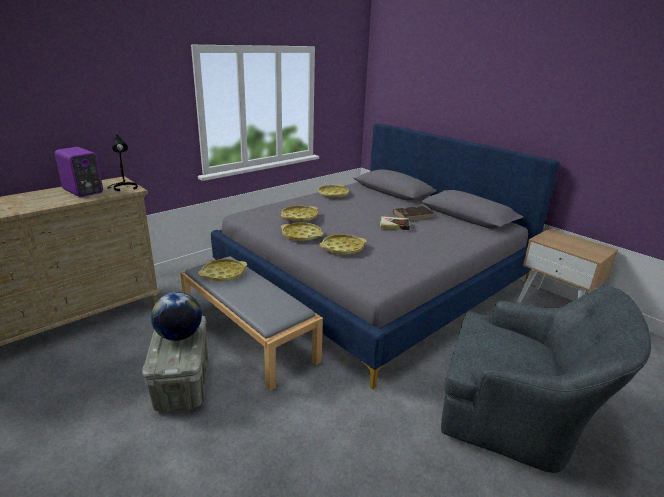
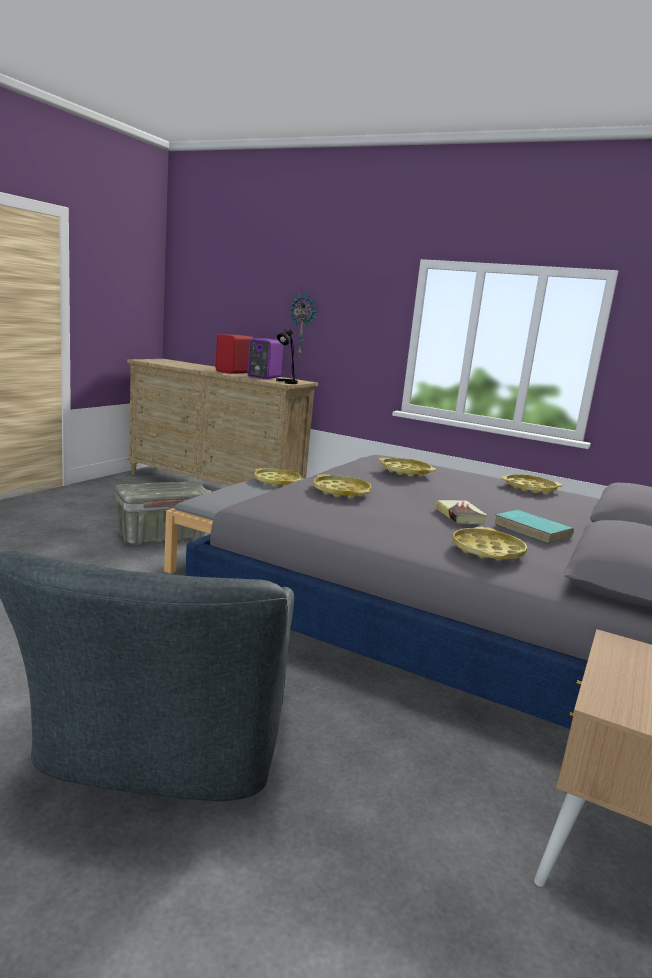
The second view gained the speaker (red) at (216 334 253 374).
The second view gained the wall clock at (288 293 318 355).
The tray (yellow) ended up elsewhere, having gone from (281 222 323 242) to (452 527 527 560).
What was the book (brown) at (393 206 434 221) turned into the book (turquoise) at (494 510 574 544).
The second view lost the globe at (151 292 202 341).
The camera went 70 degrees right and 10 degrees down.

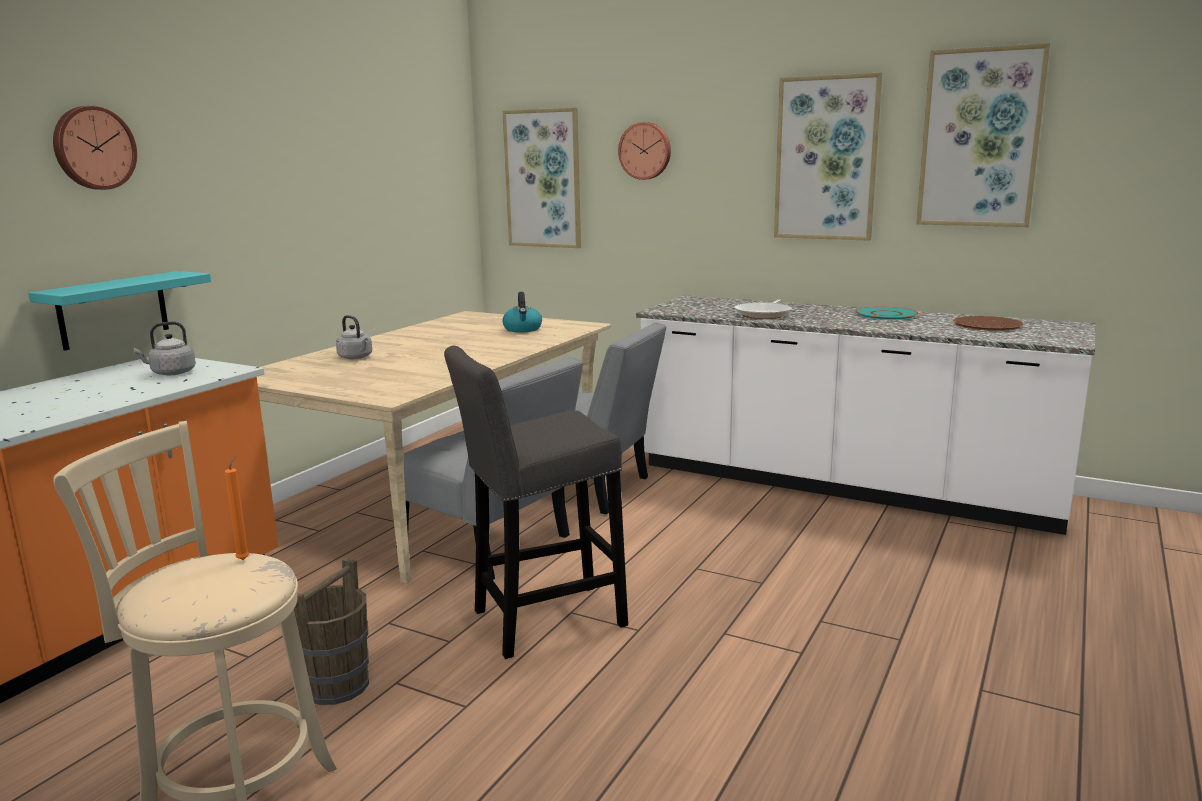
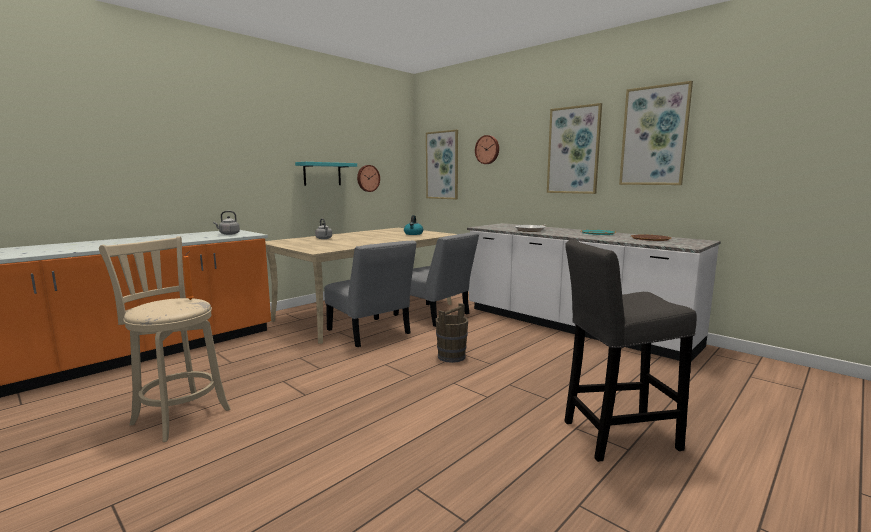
The shelf (turquoise) ended up elsewhere, having gone from (28 271 211 351) to (295 162 357 186).
The wall clock ended up elsewhere, having gone from (53 106 137 190) to (357 165 380 192).
The bucket (brown) ended up elsewhere, having gone from (294 558 369 705) to (436 303 468 363).
The stool (grey) ended up elsewhere, having gone from (444 346 628 659) to (564 240 697 462).
The camera went 15 degrees right and 5 degrees down.

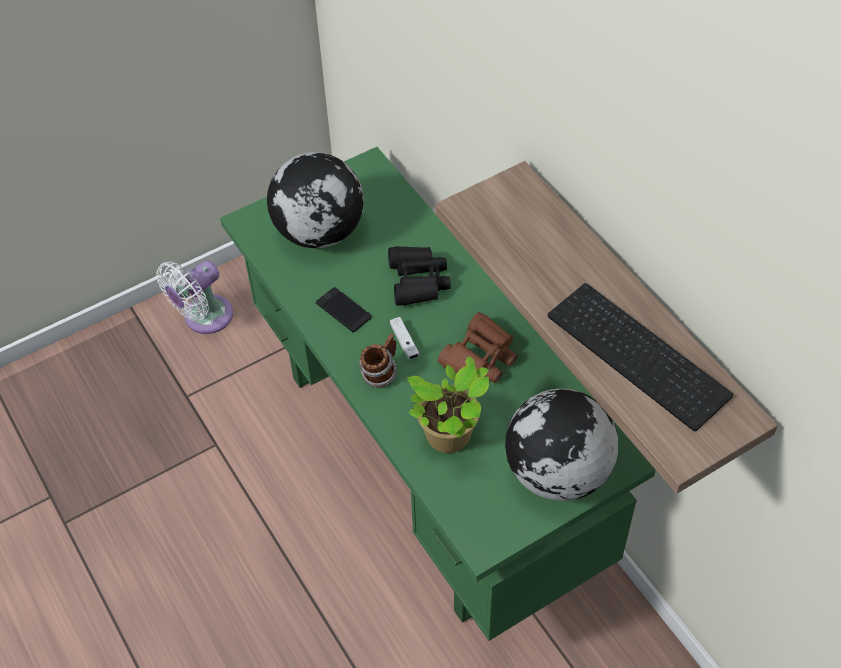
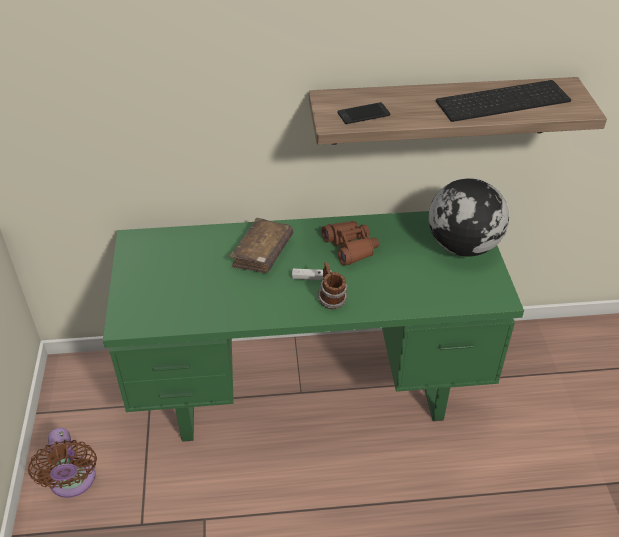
What was the fan (white) at (156 261 233 334) turned into the fan (brown) at (28 428 97 498).
Where the binoculars (black) stood at (388 246 451 306), the book (brown) came to stand at (229 218 293 273).
The phone ended up elsewhere, having gone from (316 287 372 332) to (338 102 390 124).
The second view lost the globe at (267 152 364 248).
The second view lost the potted plant at (407 356 489 453).
The camera went 65 degrees left and 10 degrees down.

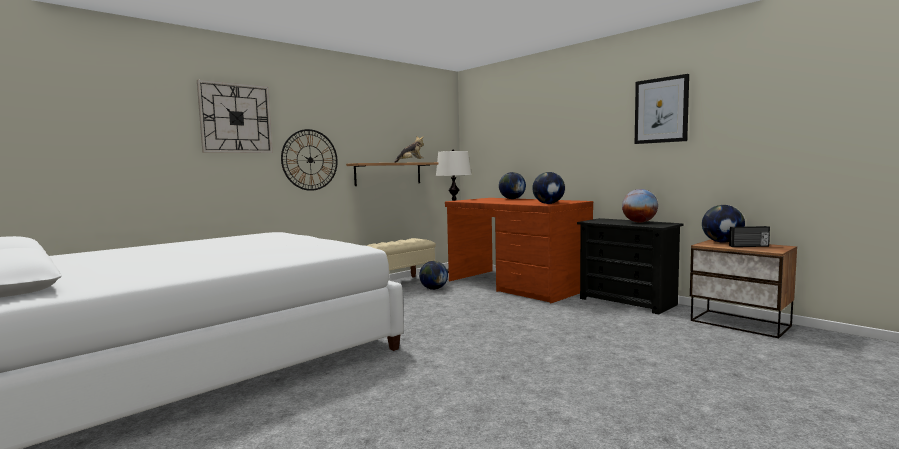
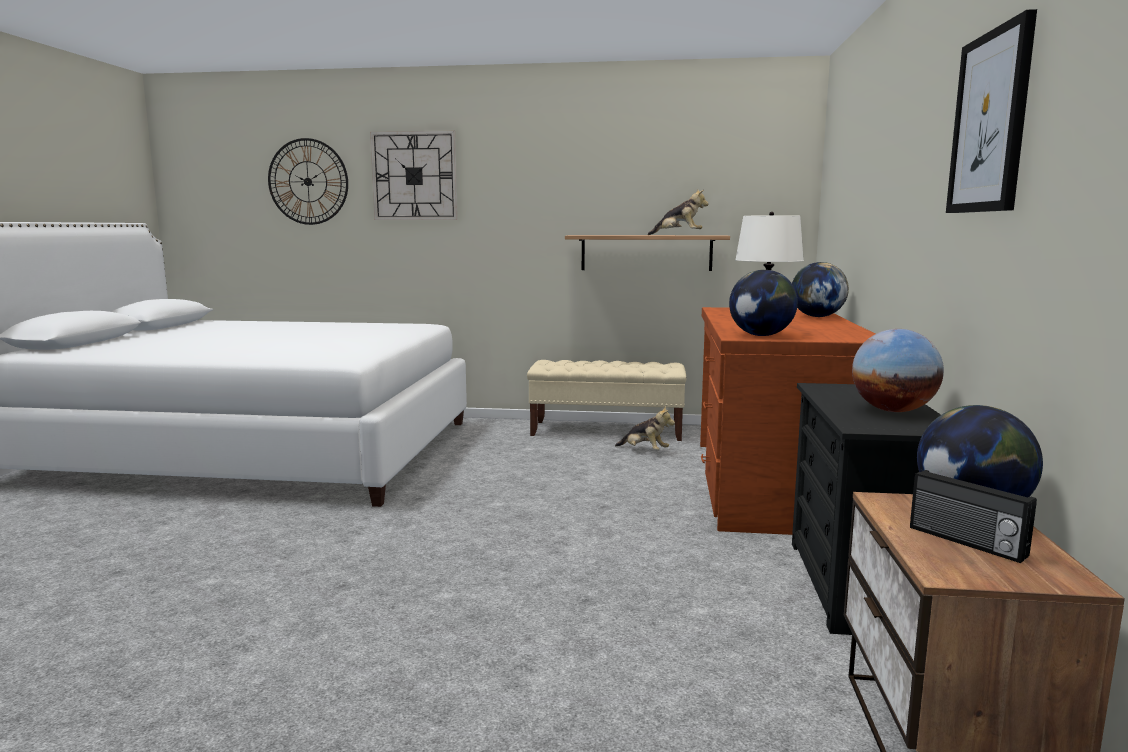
The wall clock ended up elsewhere, having gone from (281 129 338 191) to (268 138 348 225).
Where the globe stood at (419 261 448 290), the plush toy came to stand at (615 406 675 450).
The camera went 50 degrees right and 5 degrees up.

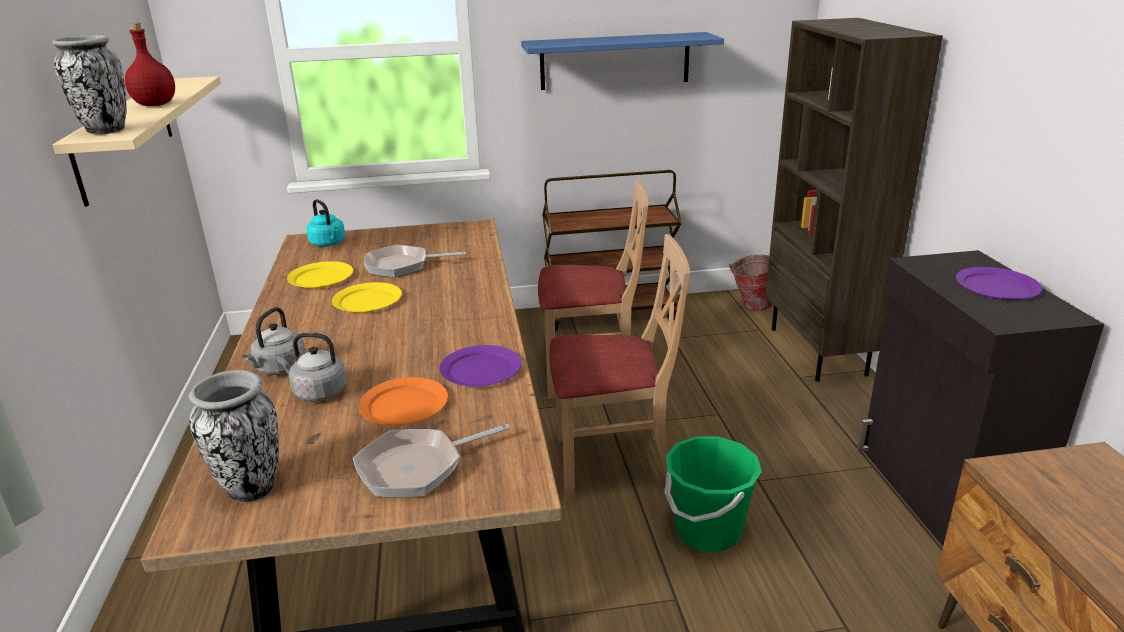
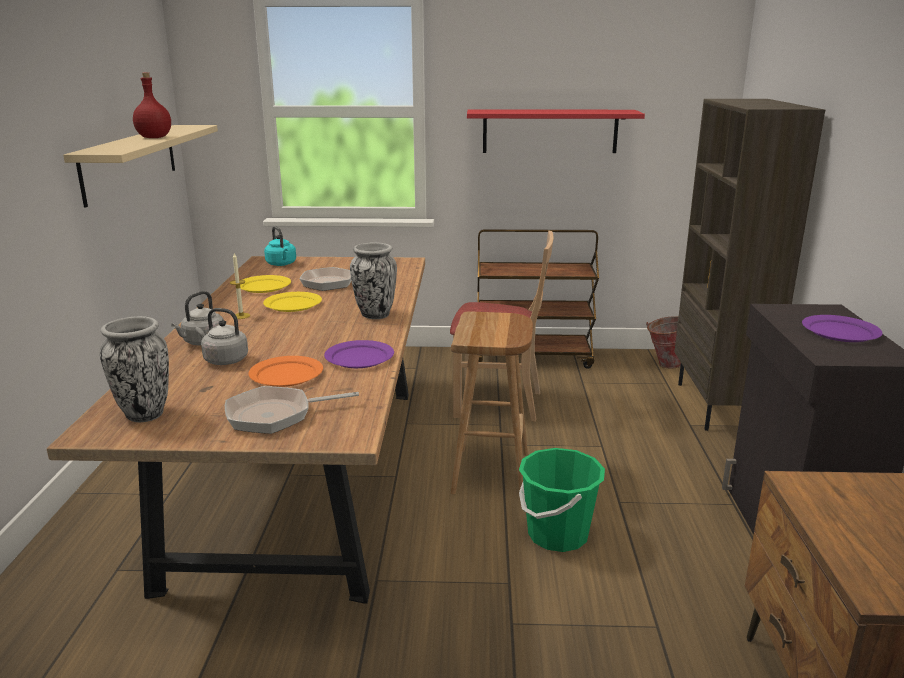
The second view gained the candle at (230 253 250 319).
The vase ended up elsewhere, having gone from (52 35 127 134) to (350 242 397 319).
Where the chair (beige) stood at (550 234 691 501), the stool (brown) came to stand at (451 311 533 495).
What was the shelf (blue) at (521 32 724 90) turned into the shelf (red) at (467 109 645 153).
The camera went 10 degrees right and 5 degrees down.

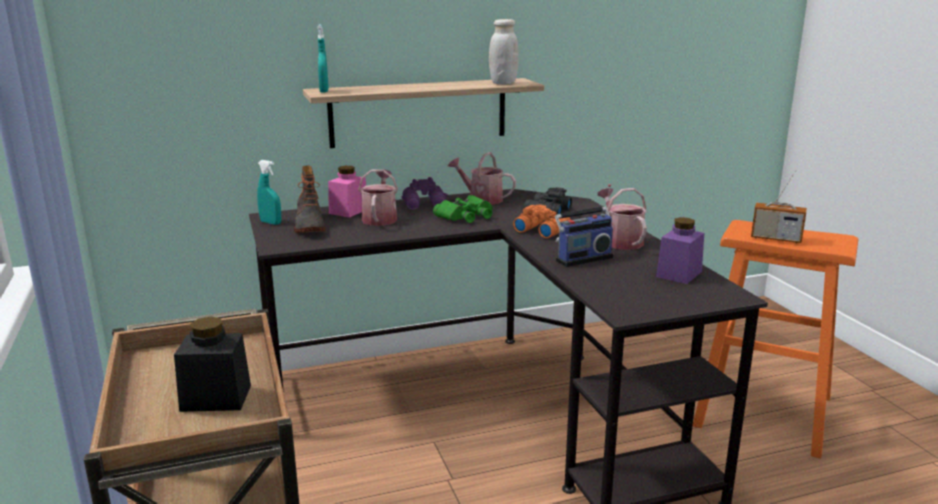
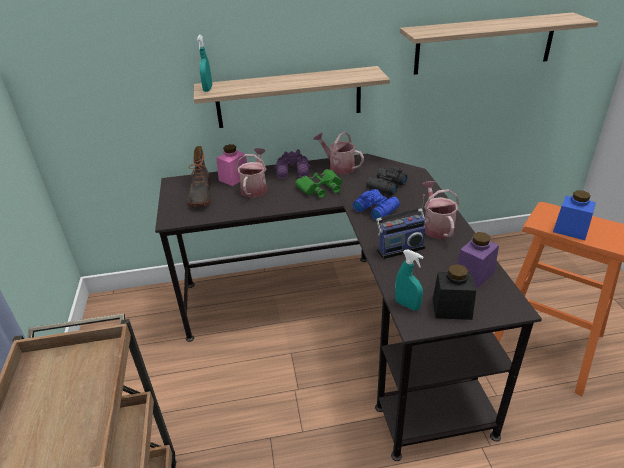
What was the binoculars (orange) at (513 205 571 238) turned into the binoculars (blue) at (353 189 400 220).
The spray bottle (turquoise) ended up elsewhere, having gone from (257 160 281 225) to (395 249 424 311).
The second view gained the shelf at (400 12 598 75).
The jar (black) ended up elsewhere, having gone from (174 316 251 412) to (433 264 476 320).
Where the radio stood at (751 170 807 243), the jar (blue) came to stand at (553 190 596 240).
The second view lost the jar (white) at (489 19 519 85).
The camera went 10 degrees right and 15 degrees up.

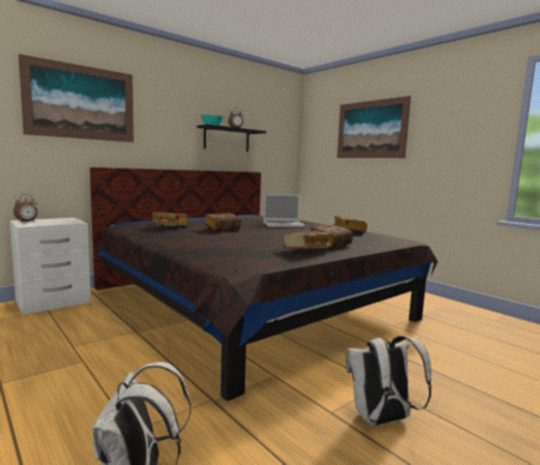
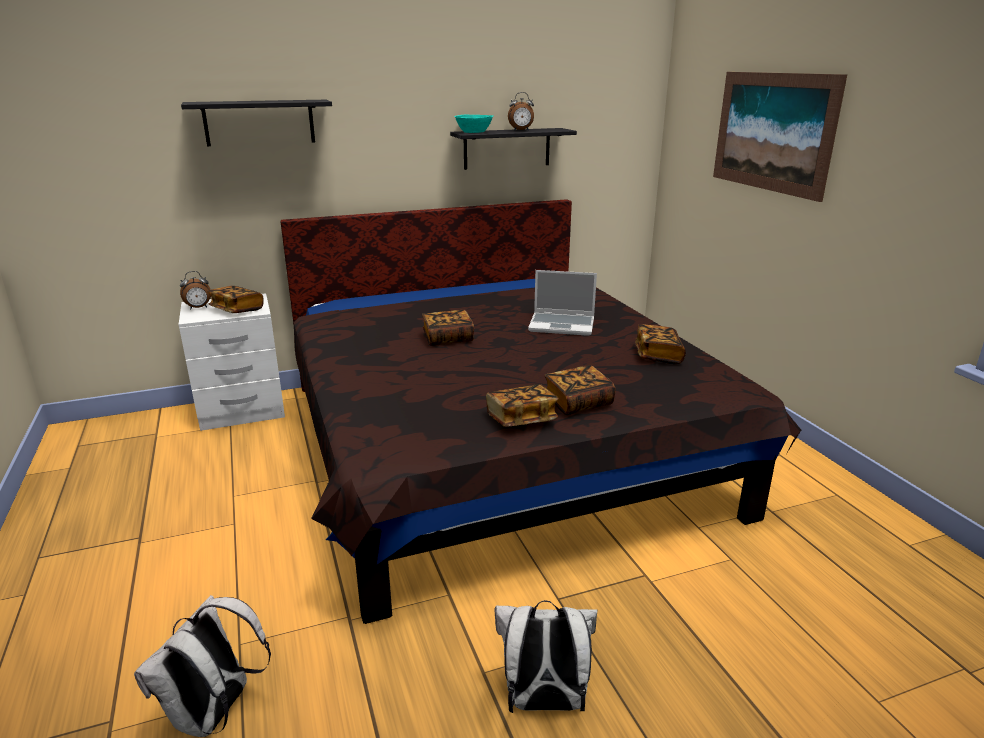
Where the picture hung at (18 54 134 142), the shelf (black) came to hang at (181 100 332 146).
The book ended up elsewhere, having gone from (151 212 188 227) to (208 286 264 313).
The camera went 20 degrees right and 15 degrees up.

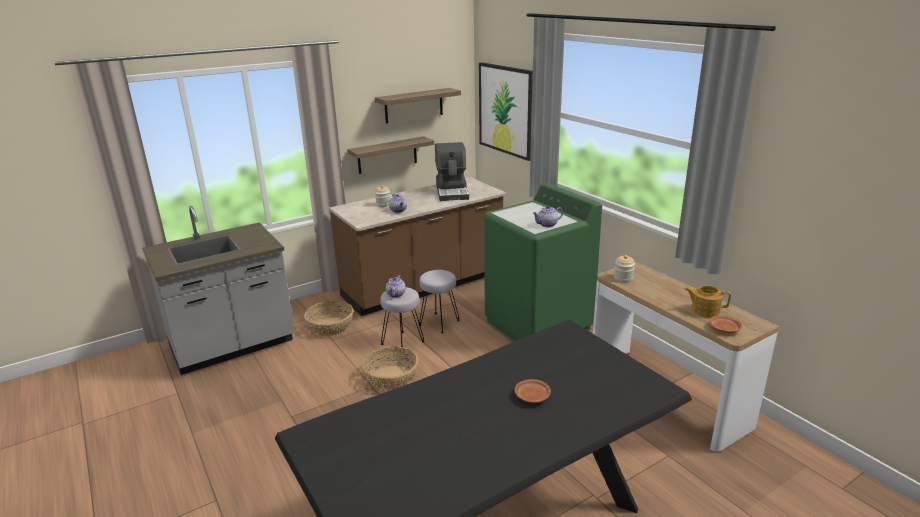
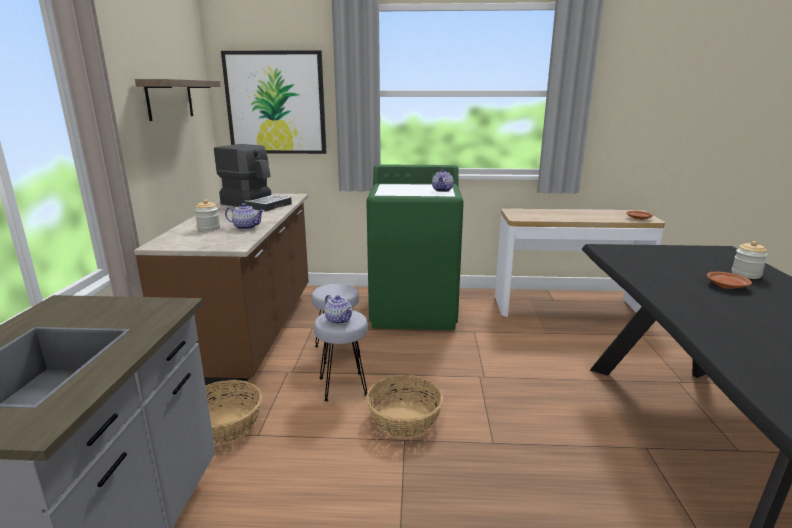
The jar ended up elsewhere, having gone from (614 255 635 283) to (731 241 768 279).
The second view lost the shelf at (347 136 434 174).
The second view lost the teapot at (685 285 731 318).
The camera went 55 degrees left and 5 degrees down.

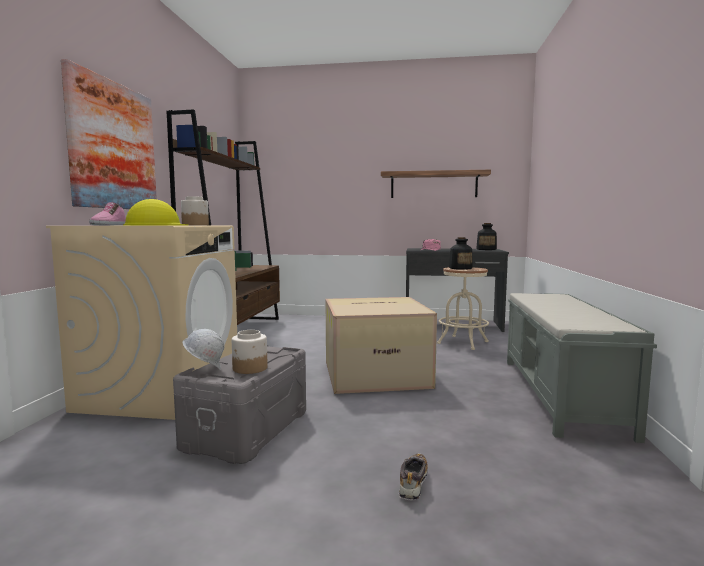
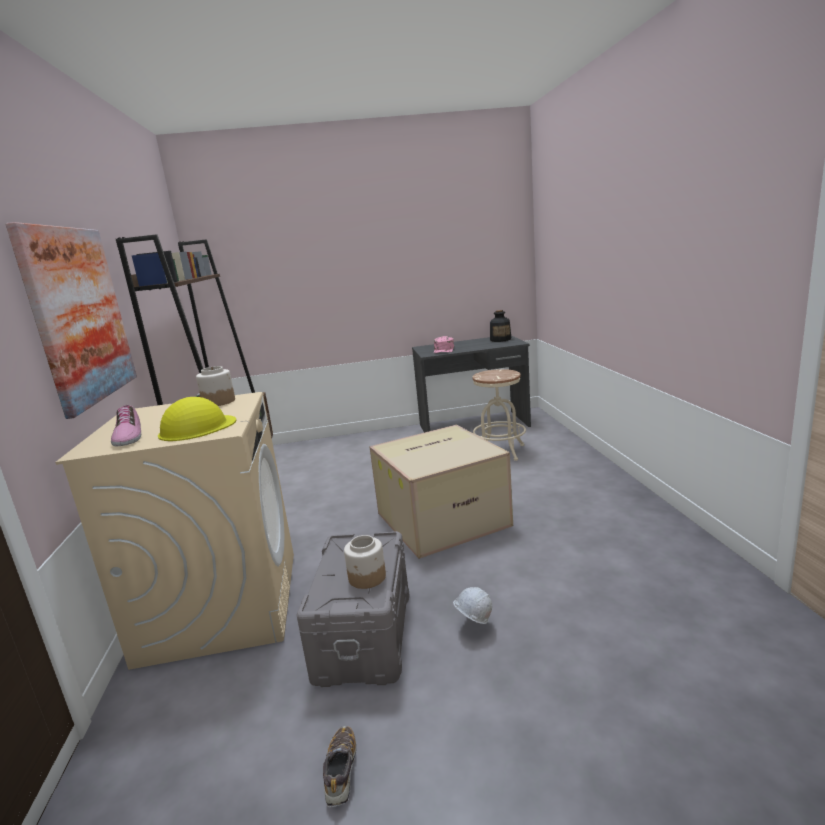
The shoe ended up elsewhere, having gone from (399 453 428 501) to (323 726 356 807).
The hard hat (white) ended up elsewhere, having gone from (182 329 225 370) to (453 587 492 624).
The second view lost the shelf at (381 170 491 198).
The second view lost the bottle at (449 237 473 270).
The second view lost the bench (grey) at (507 293 657 443).
The camera went 15 degrees left and 10 degrees up.

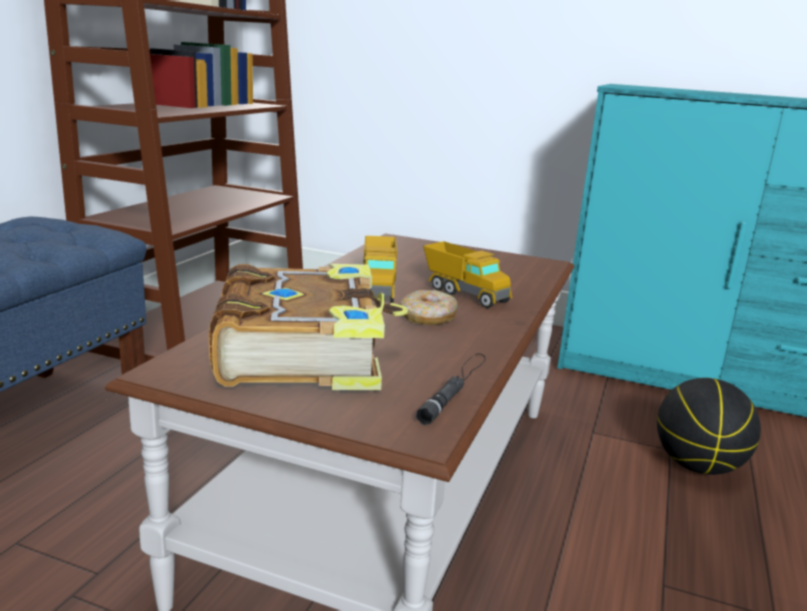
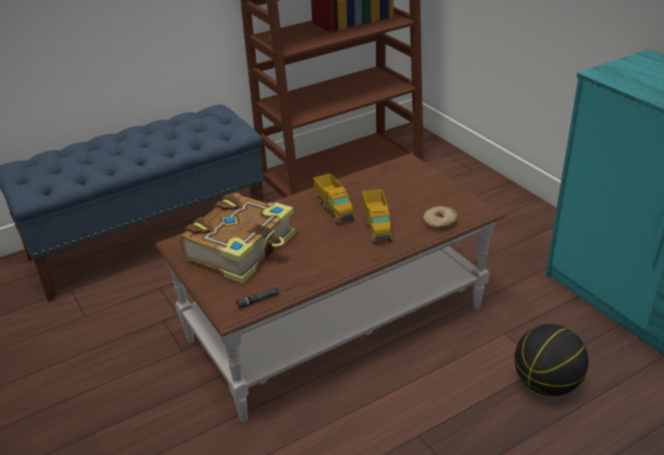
The toy truck at (363 236 397 302) ended up facing another way, 60 degrees counterclockwise from before.
The donut ended up elsewhere, having gone from (401 290 458 325) to (423 206 458 230).
The camera went 40 degrees right and 15 degrees up.

